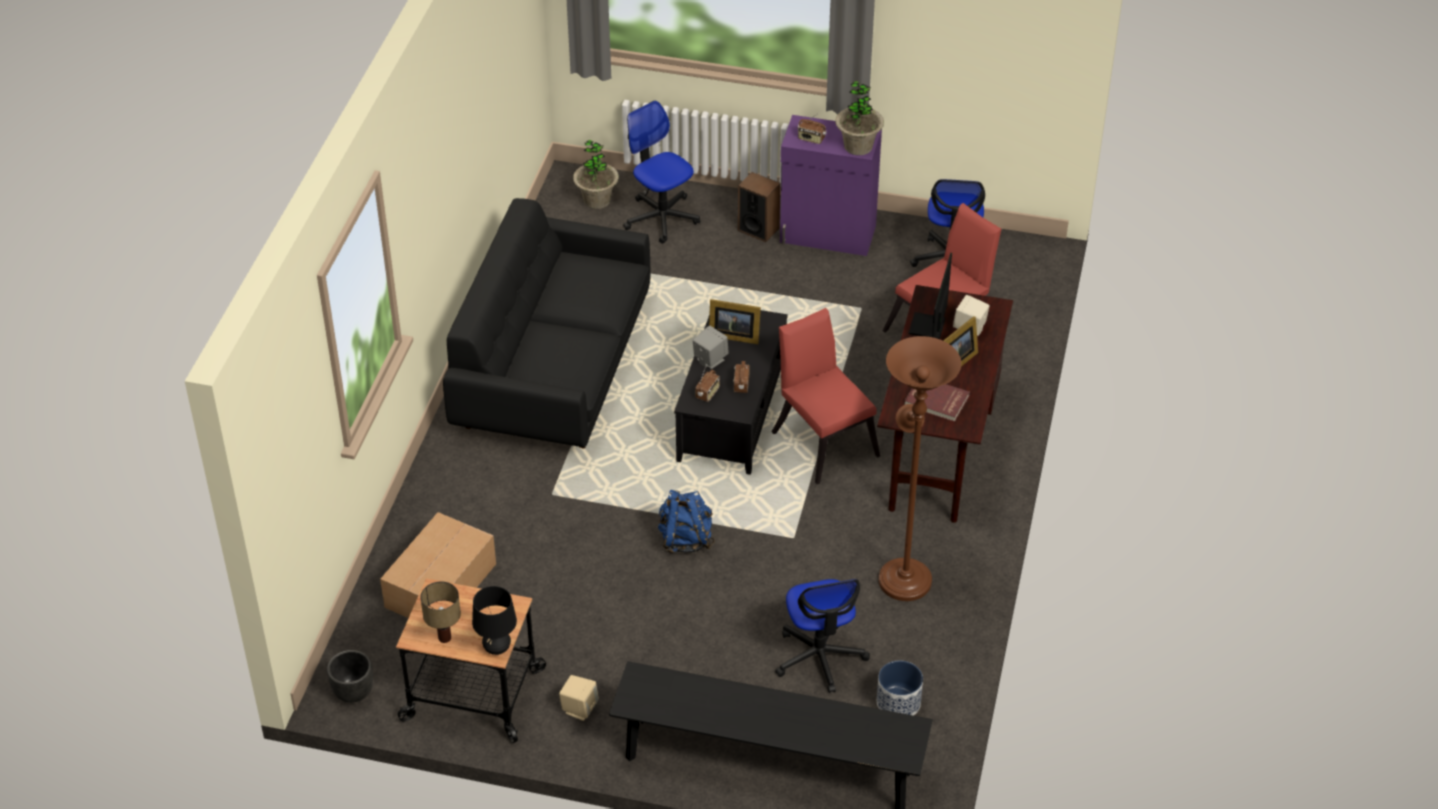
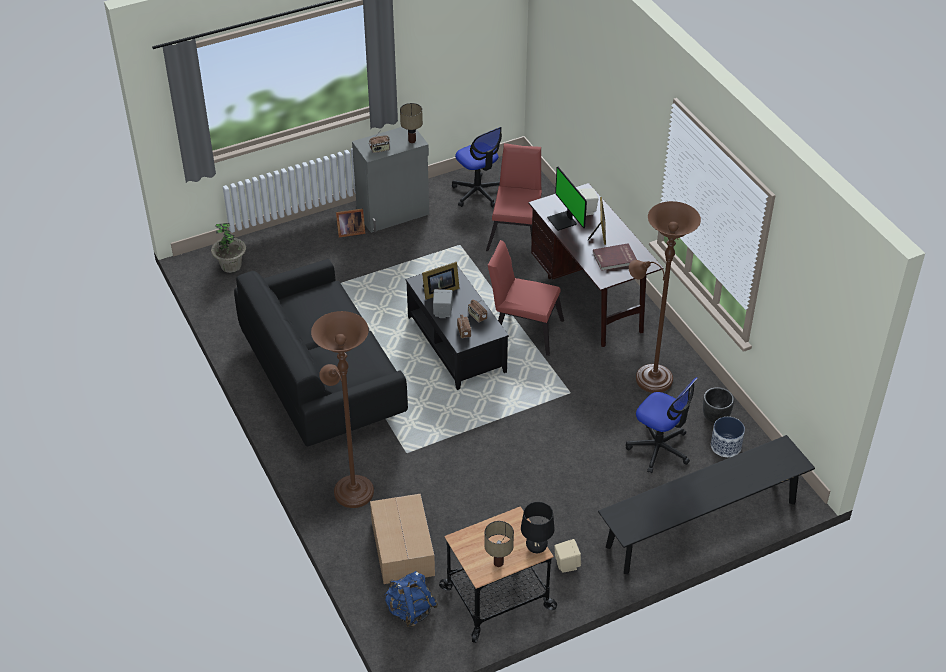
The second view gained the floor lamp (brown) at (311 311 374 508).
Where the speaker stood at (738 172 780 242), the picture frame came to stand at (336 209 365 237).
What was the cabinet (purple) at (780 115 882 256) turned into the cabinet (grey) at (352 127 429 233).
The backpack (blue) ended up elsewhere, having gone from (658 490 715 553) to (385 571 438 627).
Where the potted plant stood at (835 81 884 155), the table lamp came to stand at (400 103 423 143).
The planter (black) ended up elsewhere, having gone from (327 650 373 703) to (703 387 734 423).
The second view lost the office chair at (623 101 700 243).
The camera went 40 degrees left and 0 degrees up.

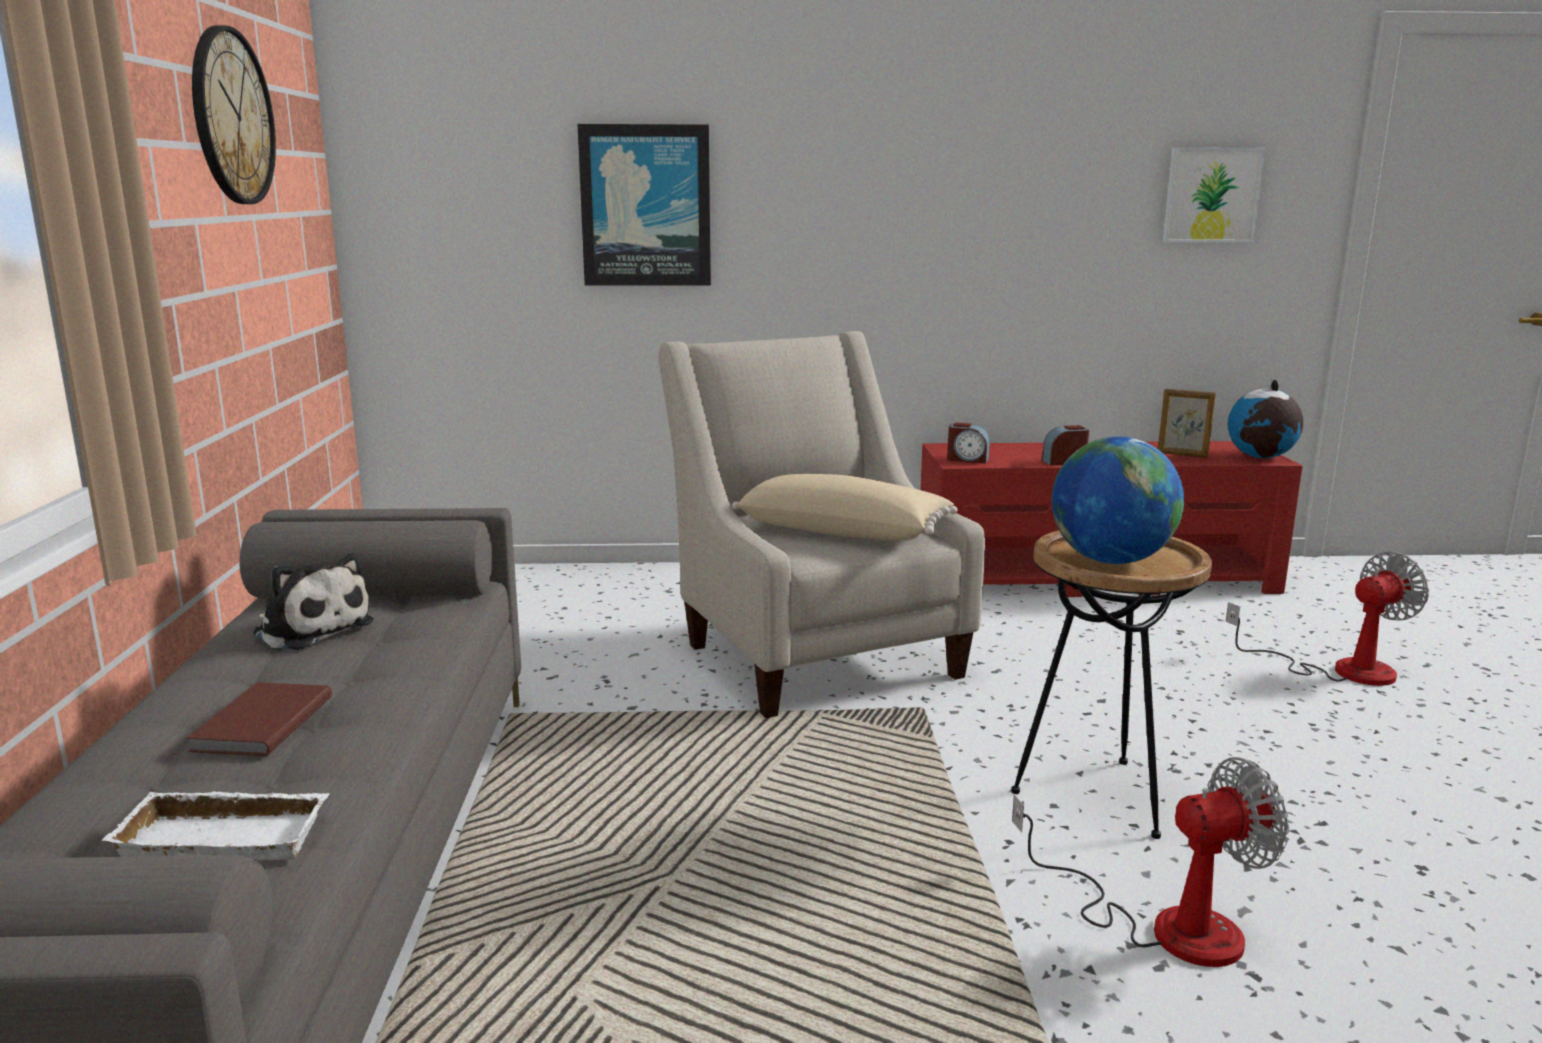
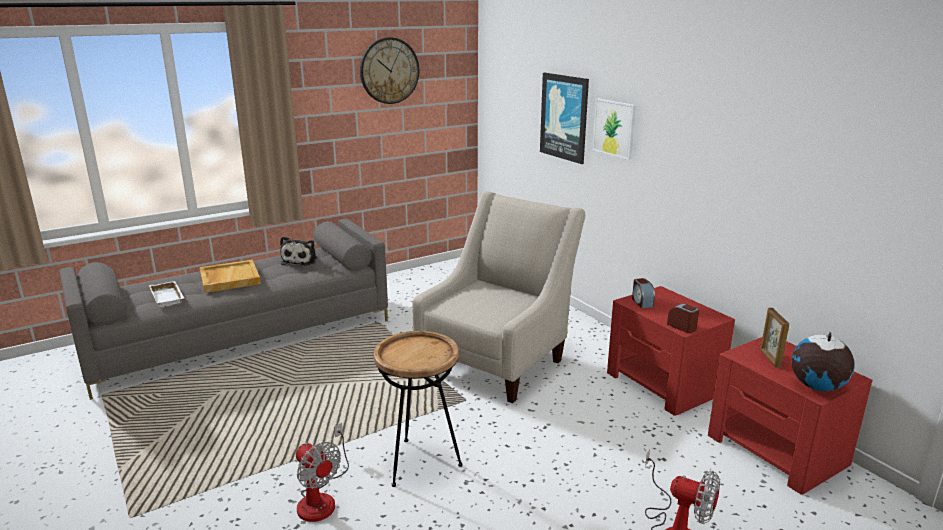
Where the book (brown) stood at (186 682 332 756), the tray (beige) came to stand at (200 260 261 293).
The picture ended up elsewhere, having gone from (1163 147 1265 243) to (592 98 636 160).
The second view lost the pillow (beige) at (732 474 958 540).
The second view lost the globe at (1051 436 1184 564).
The camera went 60 degrees right and 5 degrees up.

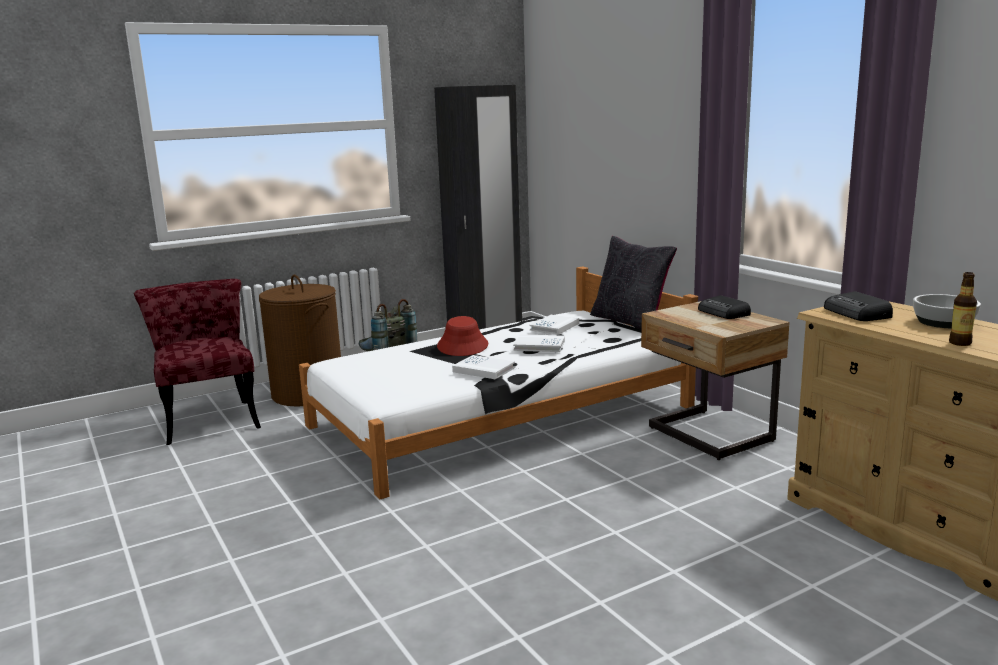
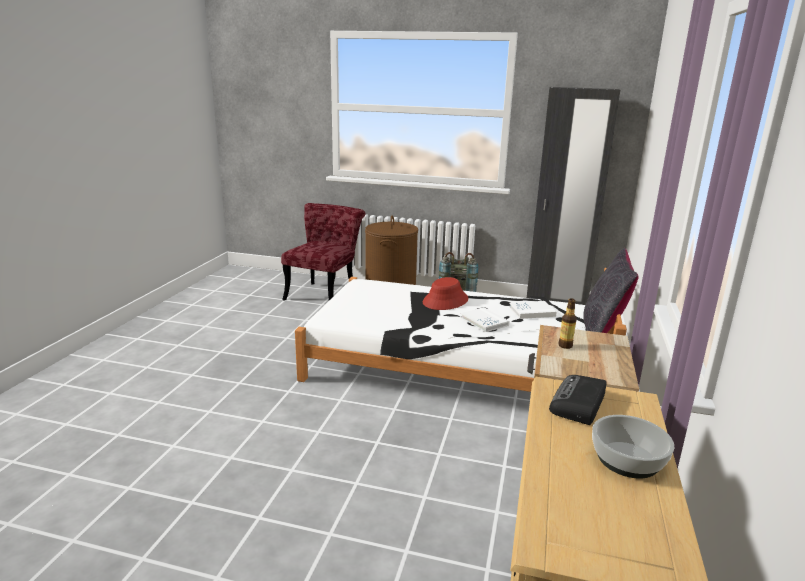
The bottle ended up elsewhere, having gone from (949 272 977 346) to (558 298 577 349).
The second view lost the book (white) at (452 355 515 379).
The second view lost the radio at (698 295 751 319).
The camera went 45 degrees right and 5 degrees up.

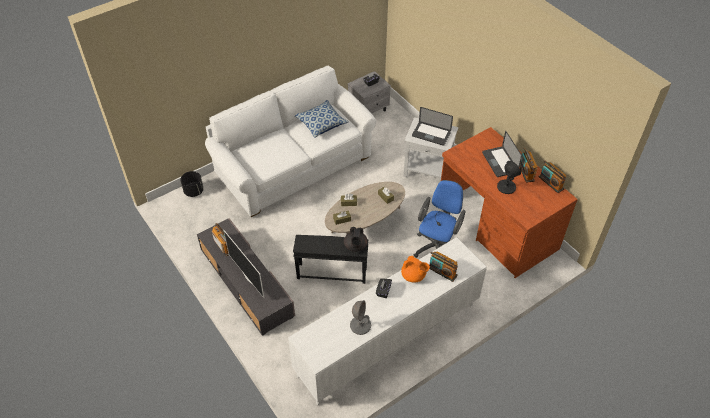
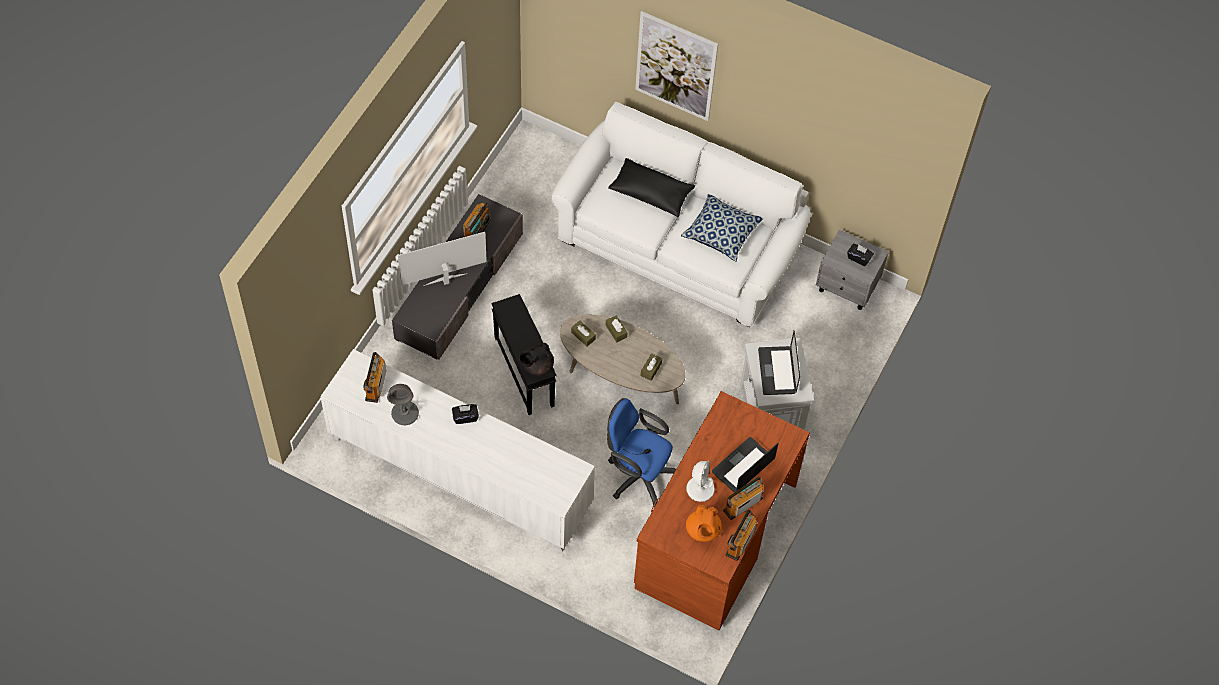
The radio ended up elsewhere, having gone from (429 251 458 282) to (363 352 386 403).
The television at (223 230 265 298) ended up facing another way, 45 degrees clockwise from before.
The office chair (blue) at (414 180 466 258) ended up facing another way, 150 degrees counterclockwise from before.
The second view gained the pillow (black) at (608 158 695 217).
The second view gained the picture at (635 11 718 121).
What was the table lamp (black) at (497 161 521 194) turned into the table lamp (white) at (686 461 715 502).
The teapot (orange) ended up elsewhere, having gone from (401 256 430 282) to (686 505 722 542).
The second view lost the planter (black) at (181 171 204 197).
The camera went 60 degrees right and 10 degrees up.

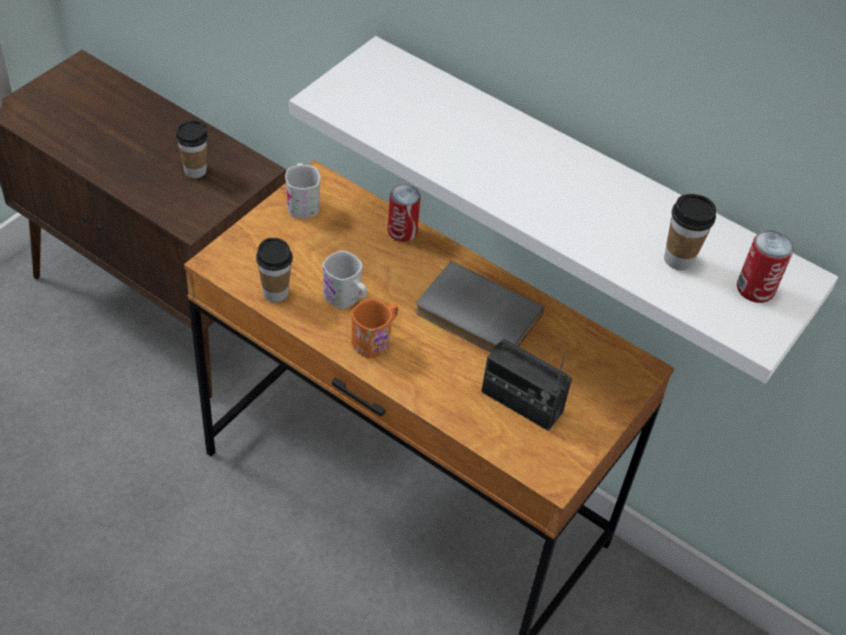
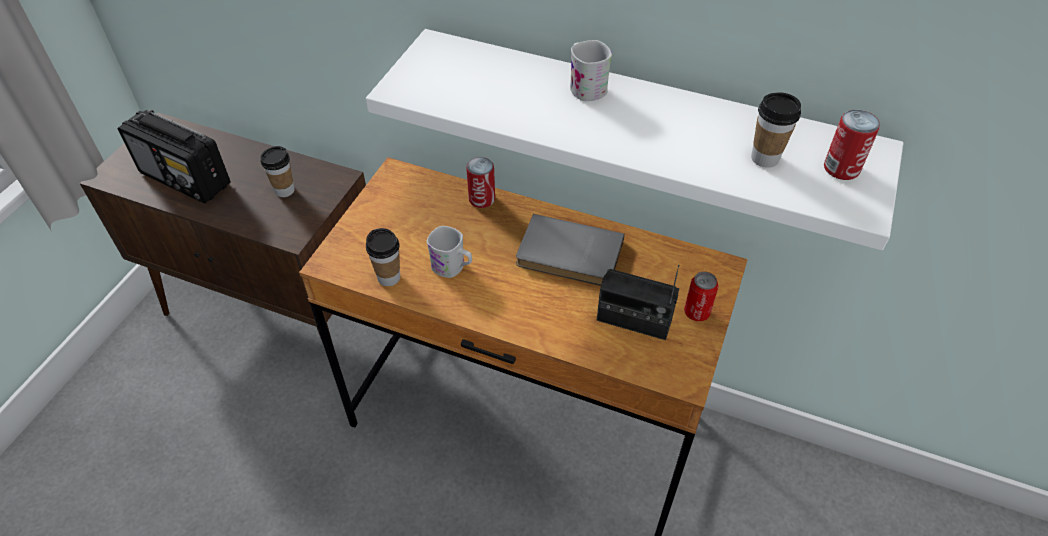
The second view gained the radio at (118 110 231 204).
The mug (white) ended up elsewhere, having gone from (285 163 321 218) to (570 40 612 101).
The second view gained the can at (684 272 719 321).
The second view lost the mug (orange) at (351 298 398 358).
The camera went 10 degrees left and 0 degrees up.

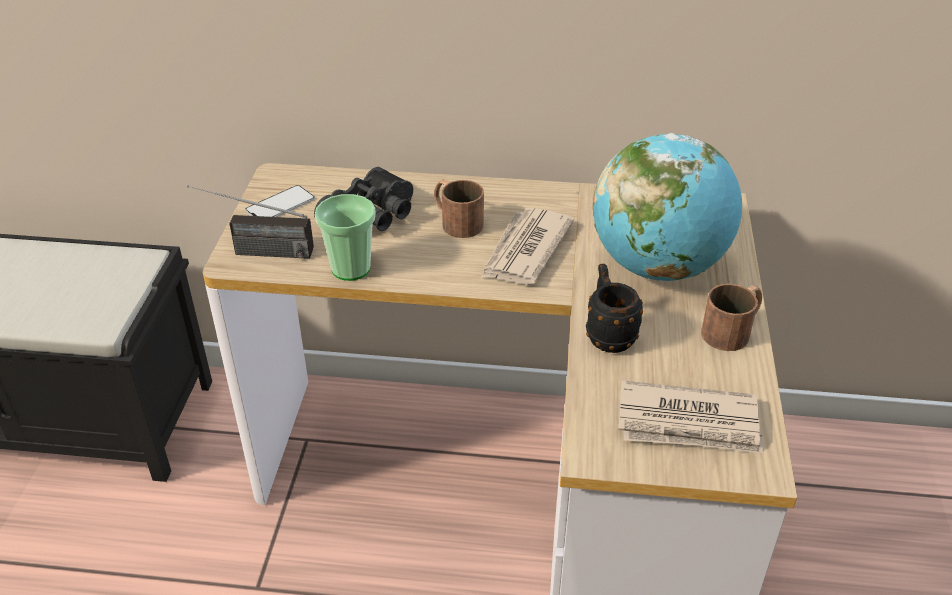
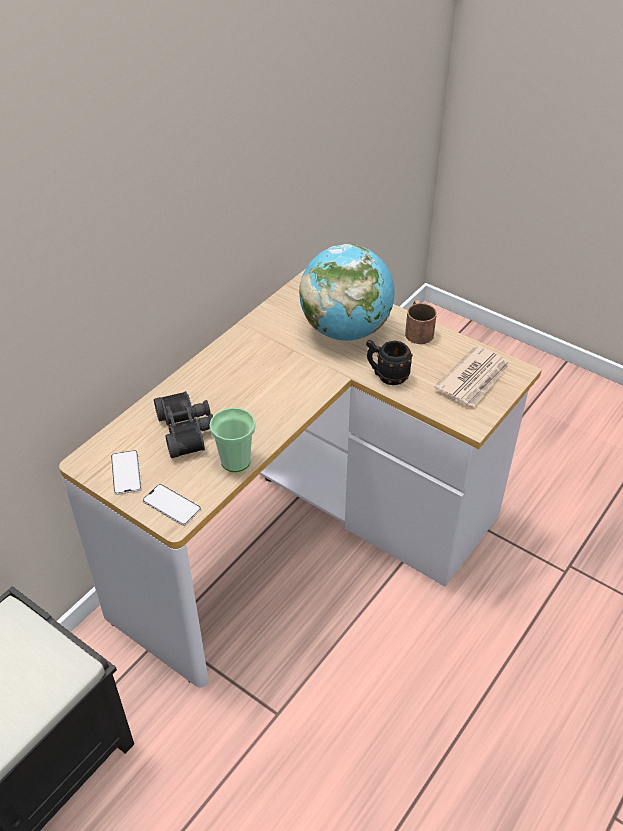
Where the radio stood at (187 185 314 259), the phone came to stand at (143 484 201 526).
The second view lost the mug (brown) at (434 180 484 238).
The second view lost the newspaper at (481 208 574 285).
The camera went 60 degrees left and 5 degrees up.

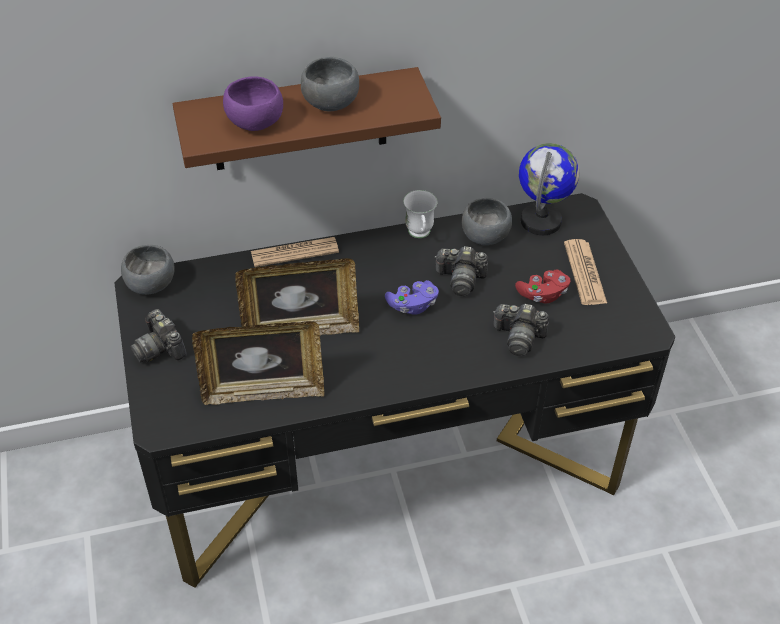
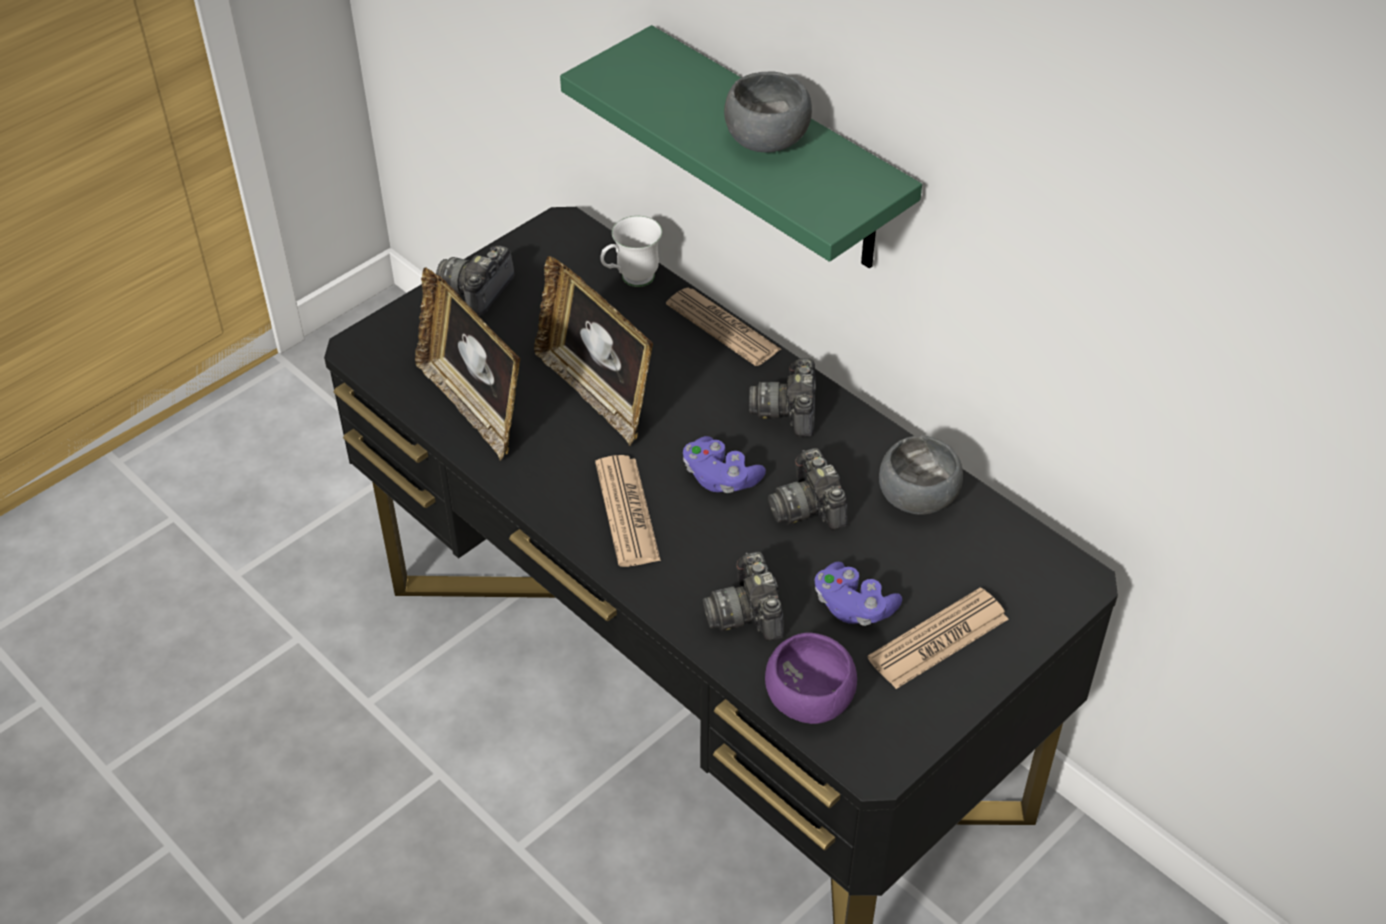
What was the shelf (brown) at (173 67 441 170) turned into the shelf (green) at (560 25 922 269).
The second view gained the newspaper at (595 455 661 567).
The mug (white) ended up elsewhere, having gone from (403 190 437 238) to (600 216 662 287).
The second view gained the photo camera at (749 358 816 437).
The bowl (purple) ended up elsewhere, having gone from (223 76 283 131) to (765 633 857 724).
What was the game controller (red) at (515 269 570 303) turned into the game controller (purple) at (815 562 902 626).
The second view lost the bowl (grey) at (121 245 175 295).
The second view lost the globe at (519 143 579 235).
The camera went 60 degrees right and 0 degrees up.

